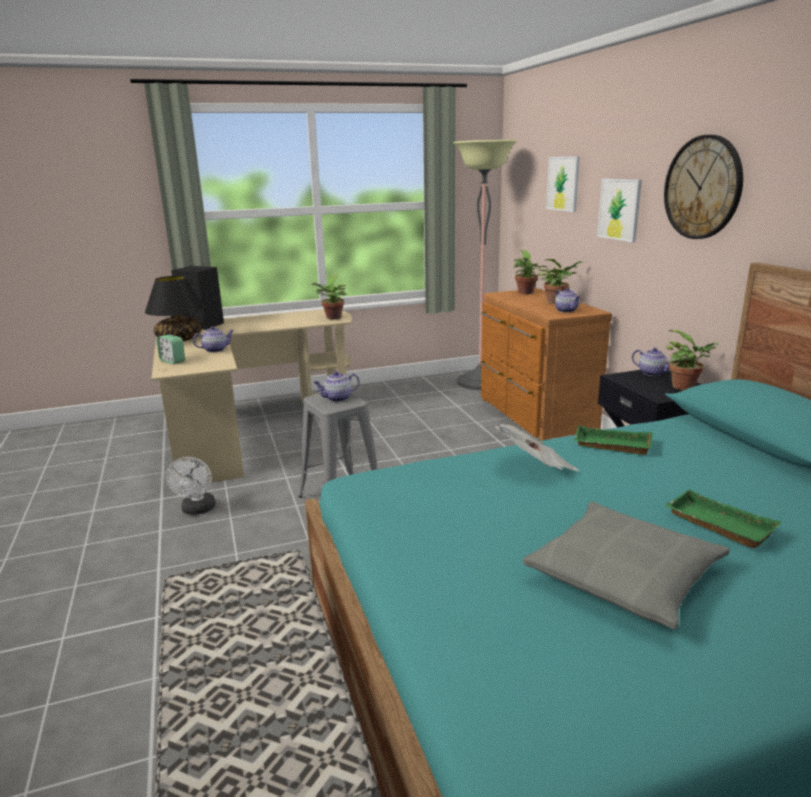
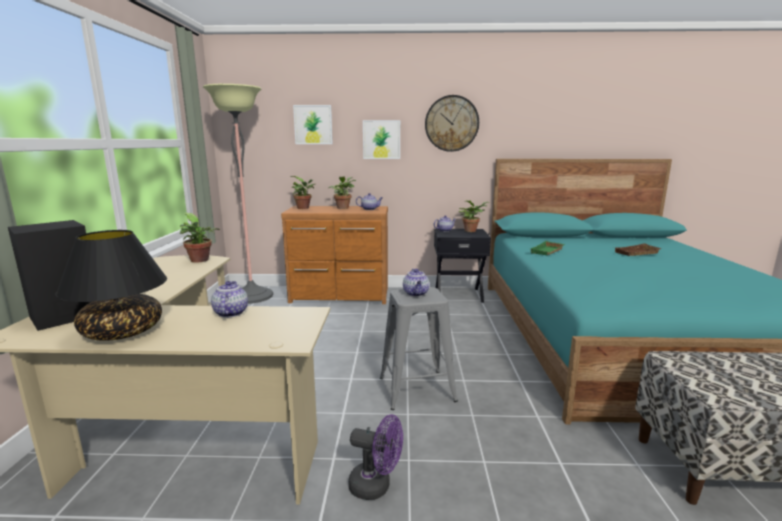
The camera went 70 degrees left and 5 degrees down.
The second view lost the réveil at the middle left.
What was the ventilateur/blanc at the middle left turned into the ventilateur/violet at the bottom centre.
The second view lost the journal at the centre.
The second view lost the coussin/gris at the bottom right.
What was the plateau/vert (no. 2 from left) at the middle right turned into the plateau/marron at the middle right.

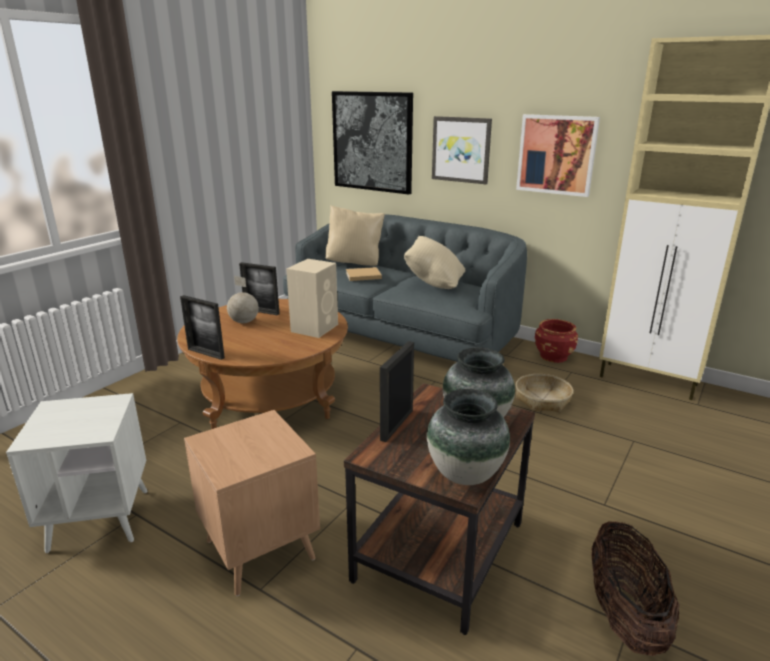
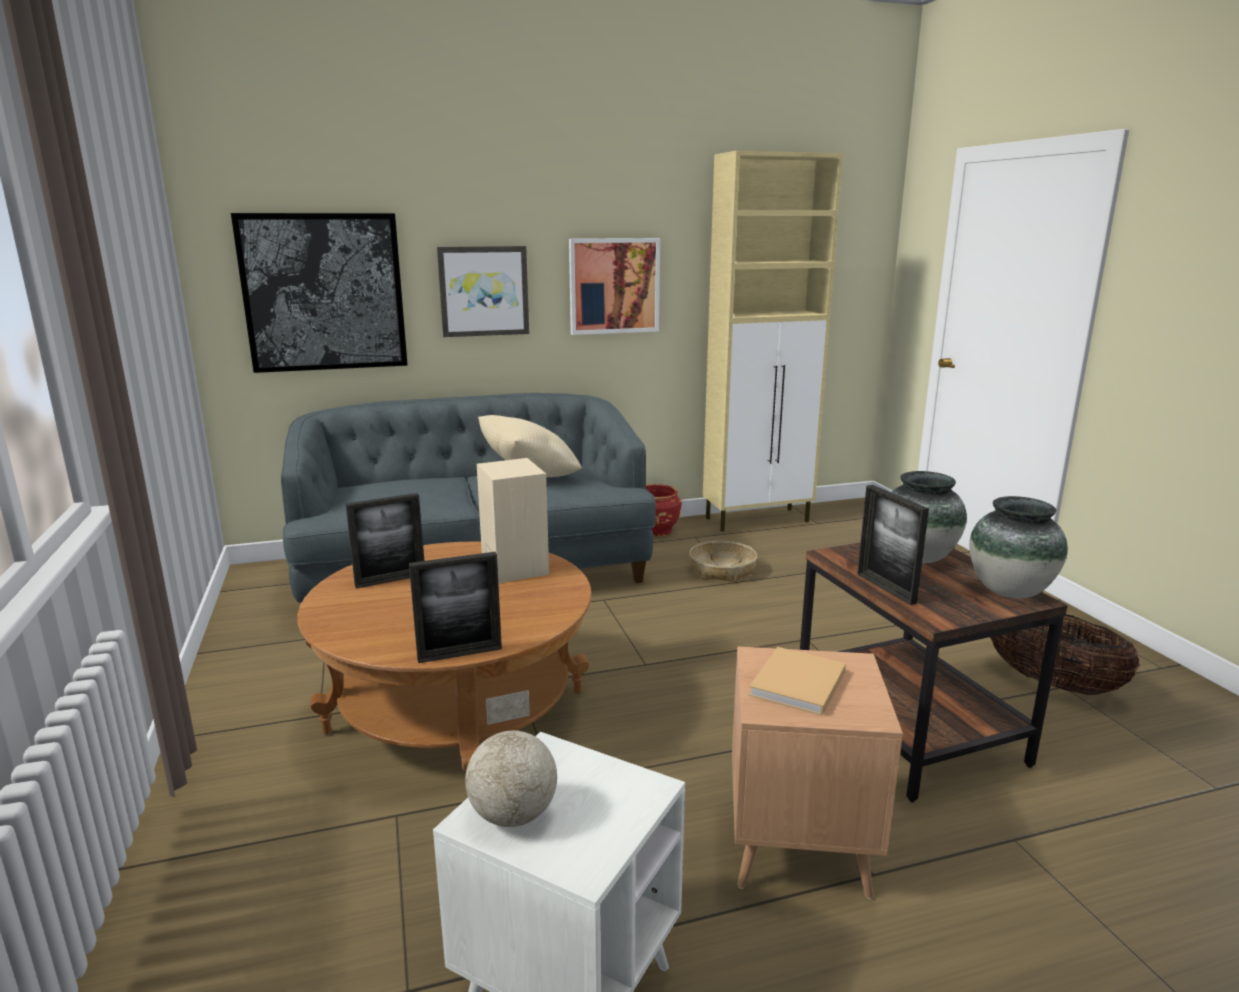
The camera went 50 degrees left and 5 degrees down.
The globe ended up elsewhere, having gone from the middle left to the bottom centre.
The second view lost the coussin/beige (no. 1 from left) at the centre.
The livre/beige ended up elsewhere, having gone from the centre to the bottom centre.

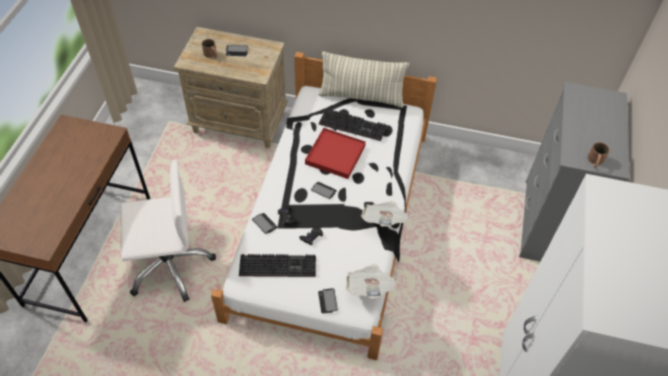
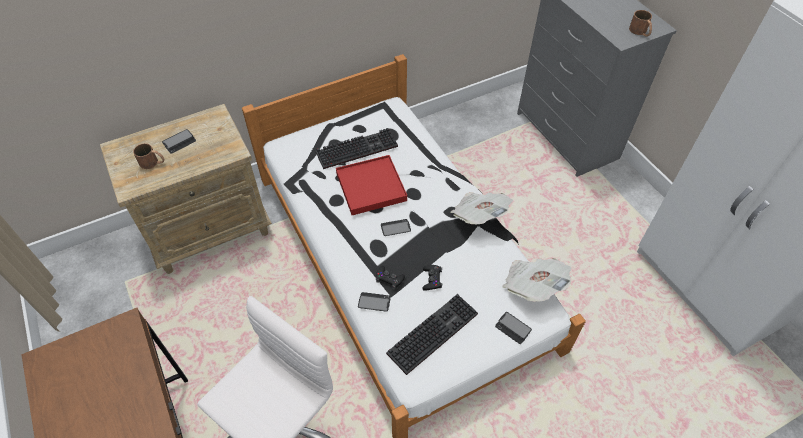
The camera went 40 degrees left and 0 degrees up.
The second view lost the coussin at the top centre.

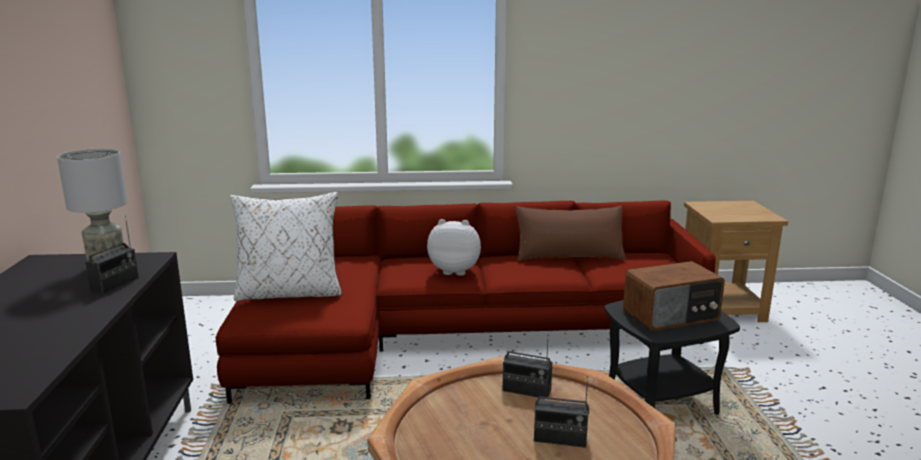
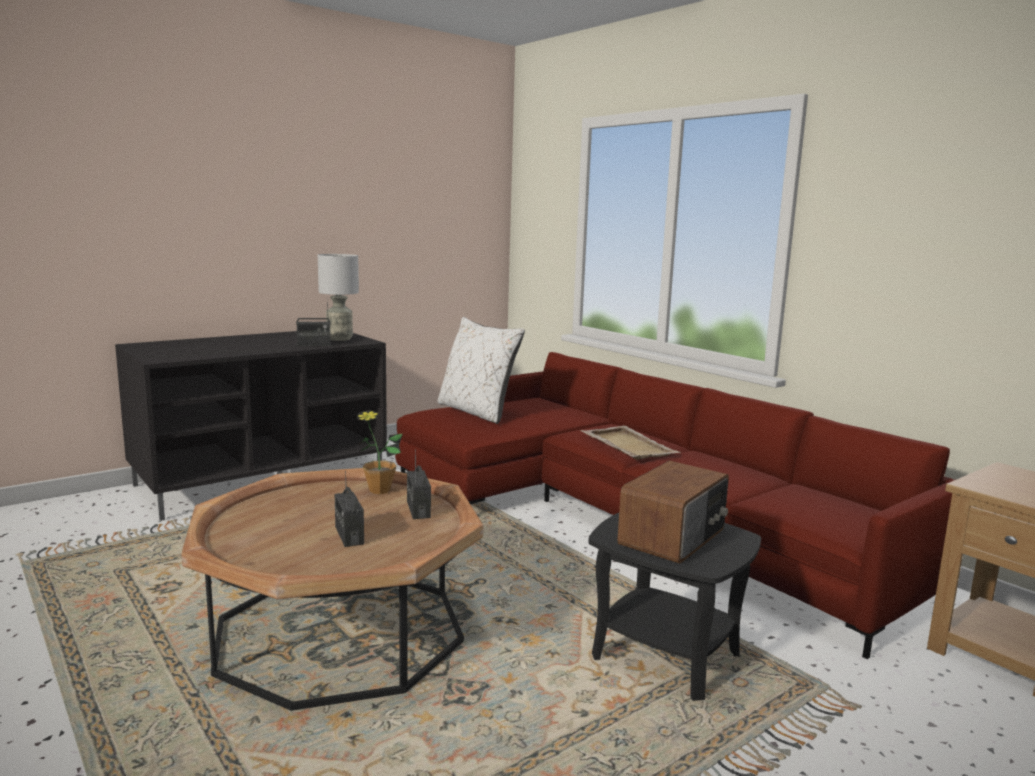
The camera went 55 degrees right and 5 degrees down.
Where the peluche stood at the centre, the plateau/beige came to stand at the centre.
The second view lost the coussin/marron at the centre.
The radio (no. 4 from left) at the middle right ended up facing another way, 90 degrees counterclockwise from before.
The second view gained the plante en pot at the centre.

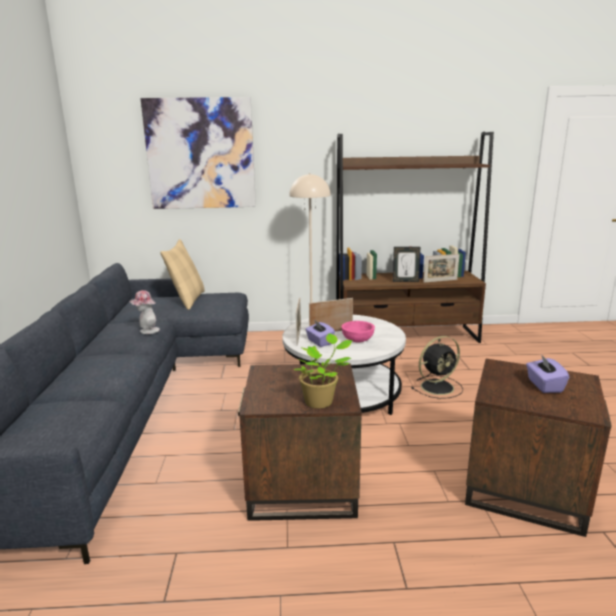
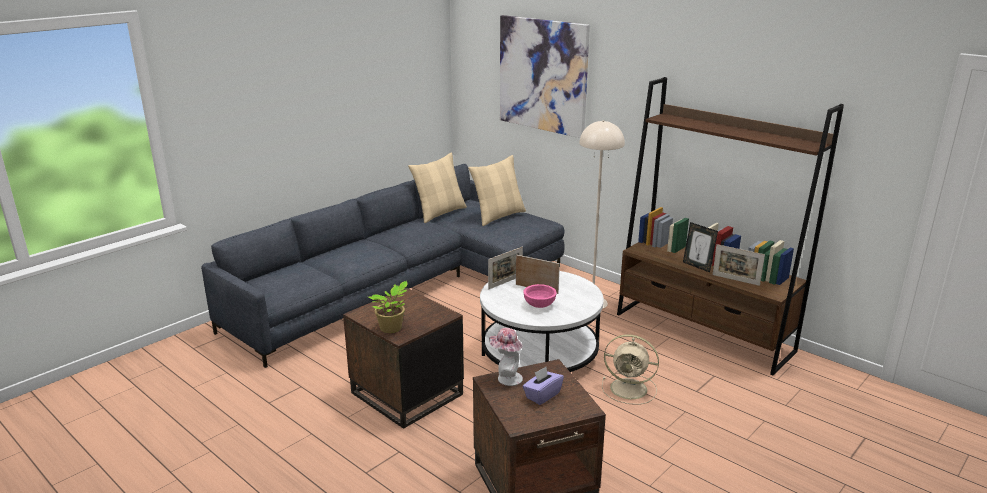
The camera went 45 degrees right and 5 degrees up.
The chapeau ended up elsewhere, having gone from the middle left to the bottom centre.
The second view lost the boîte à mouchoirs/violet (no. 1 from left) at the centre.
What was the ventilateur/noir at the middle right turned into the ventilateur/beige at the bottom centre.
The second view gained the coussin/beige (no. 1 from left) at the centre.

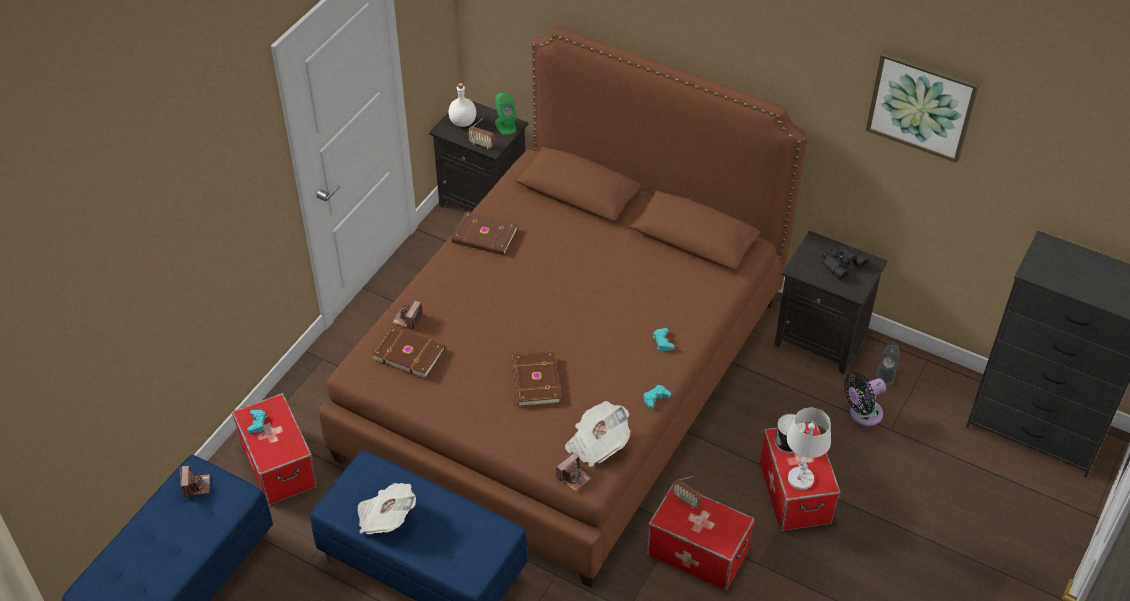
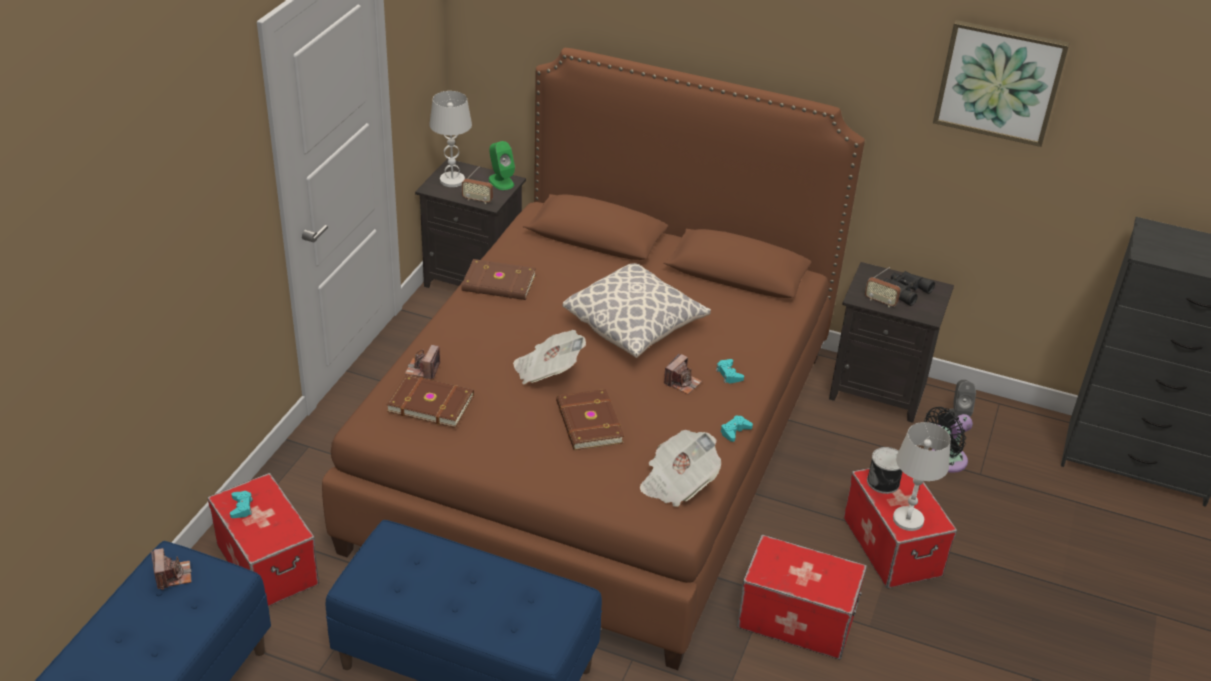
The camera went 10 degrees left and 10 degrees down.
The journal (no. 1 from left) ended up elsewhere, having gone from the bottom centre to the centre.
Where the bouteille/blanc stood at the top centre, the lampe de table/blanc (no. 1 from left) came to stand at the top centre.
The appareil photo (no. 3 from left) ended up elsewhere, having gone from the bottom centre to the centre.
The radio (no. 2 from left) ended up elsewhere, having gone from the bottom centre to the middle right.
The second view gained the coussin at the centre.

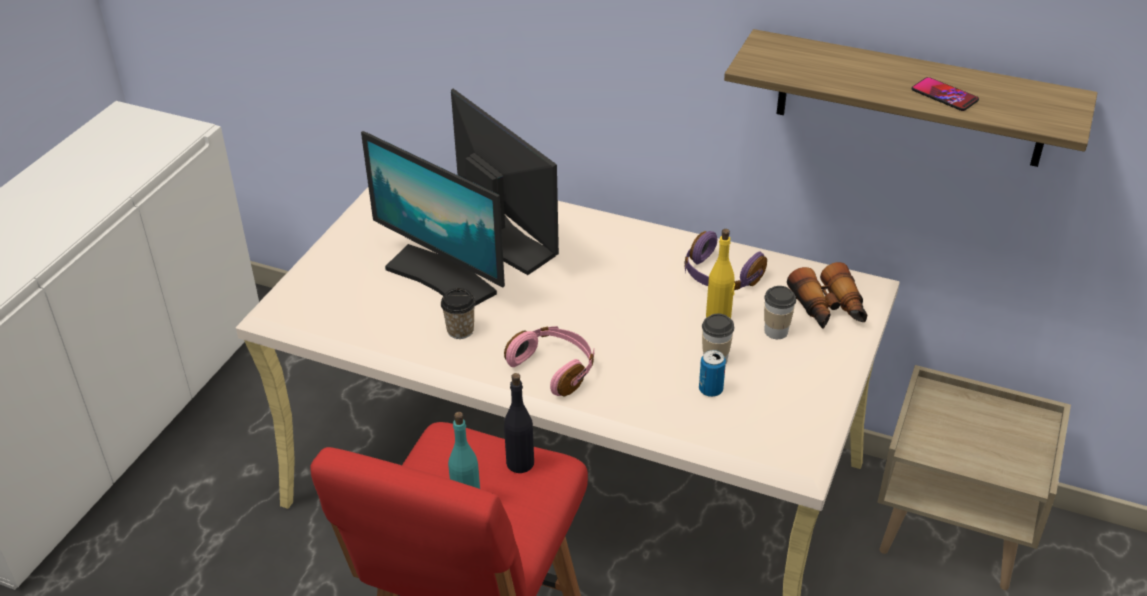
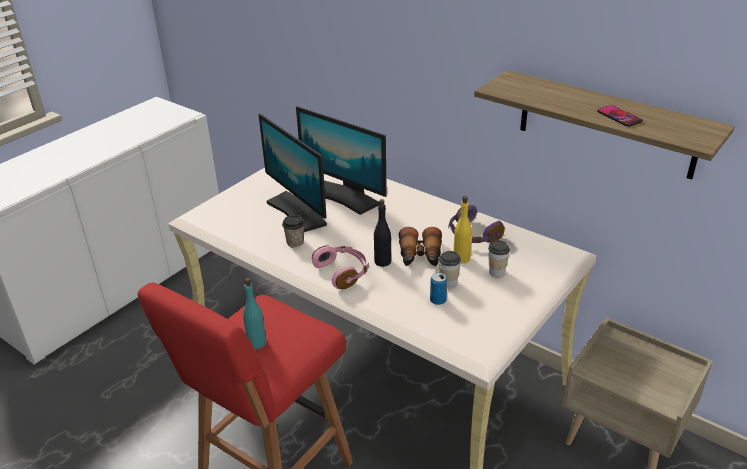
The camera went 15 degrees right and 5 degrees down.
The écran d'ordinateur (no. 2 from left) at the top centre ended up facing another way, 150 degrees clockwise from before.
The bouteille/noir ended up elsewhere, having gone from the bottom centre to the centre.
The jumelles ended up elsewhere, having gone from the middle right to the centre.

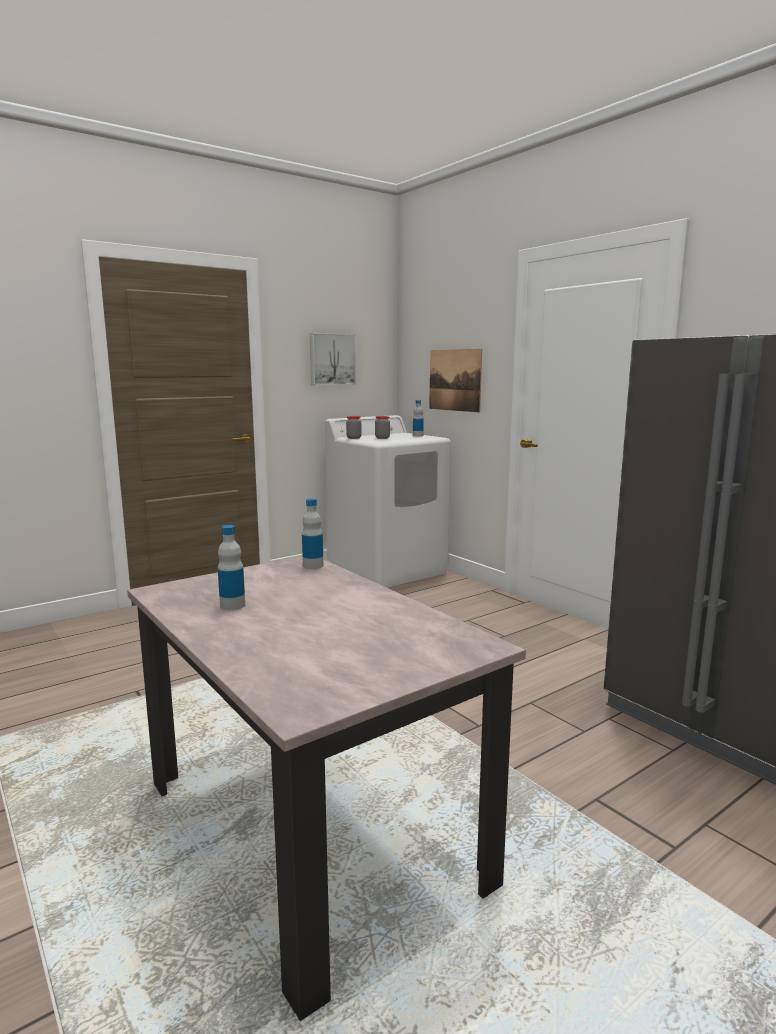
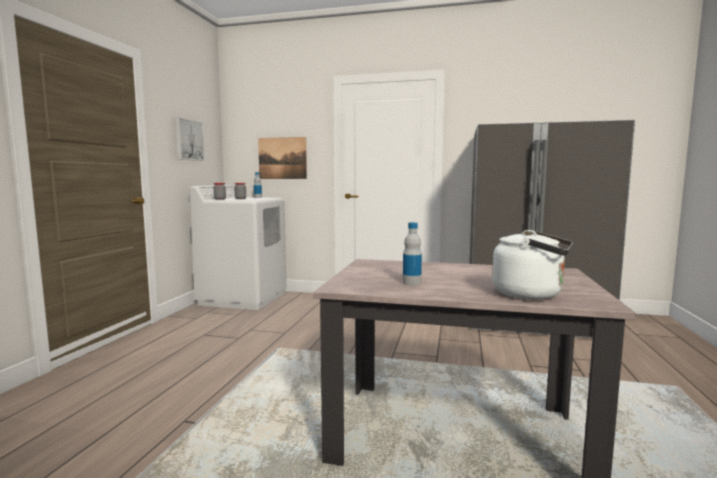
The camera went 40 degrees left and 5 degrees down.
The second view lost the bouteille (no. 2 from left) at the centre.
The second view gained the bouilloire/blanc at the middle right.

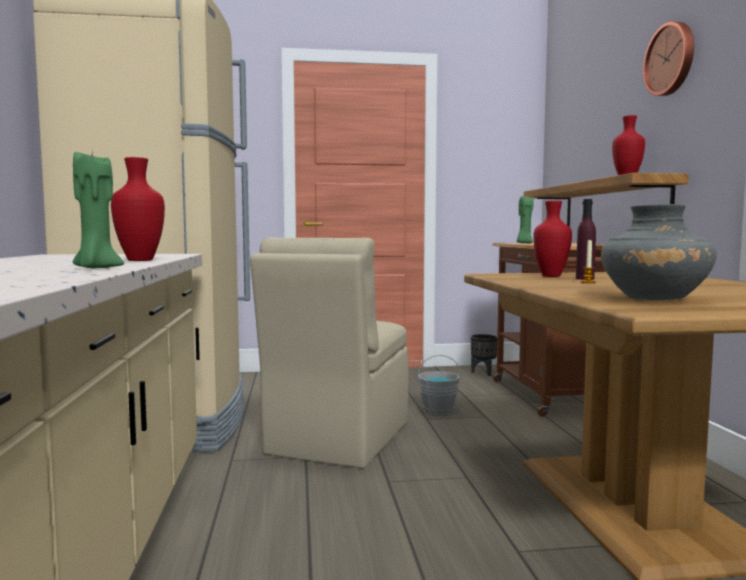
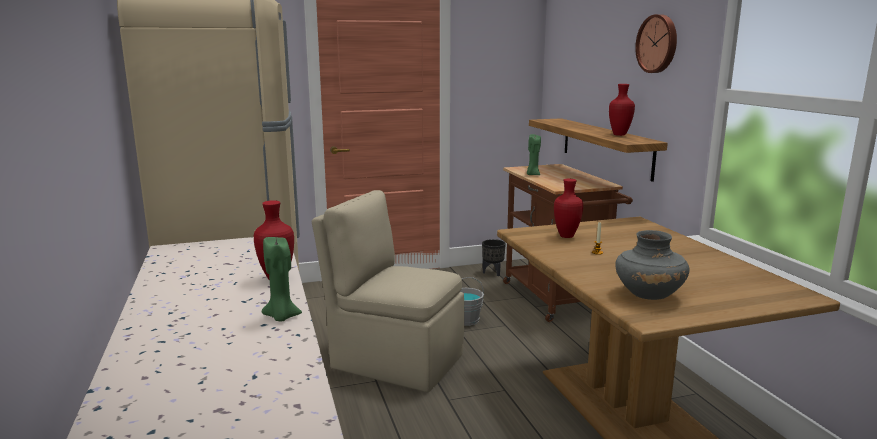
The camera went 10 degrees left and 10 degrees up.
The chaise/beige at the centre ended up facing another way, 105 degrees clockwise from before.
The second view lost the bouteille/violet at the middle right.

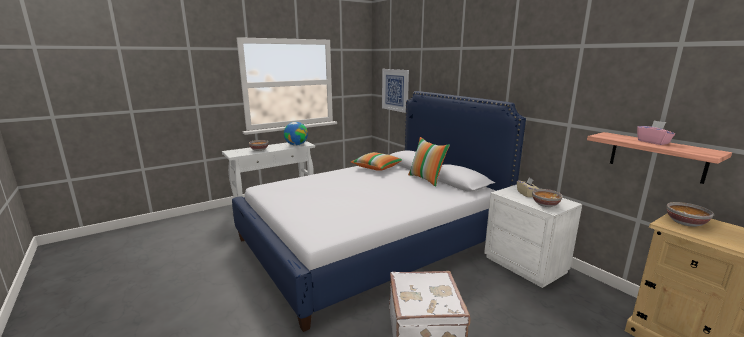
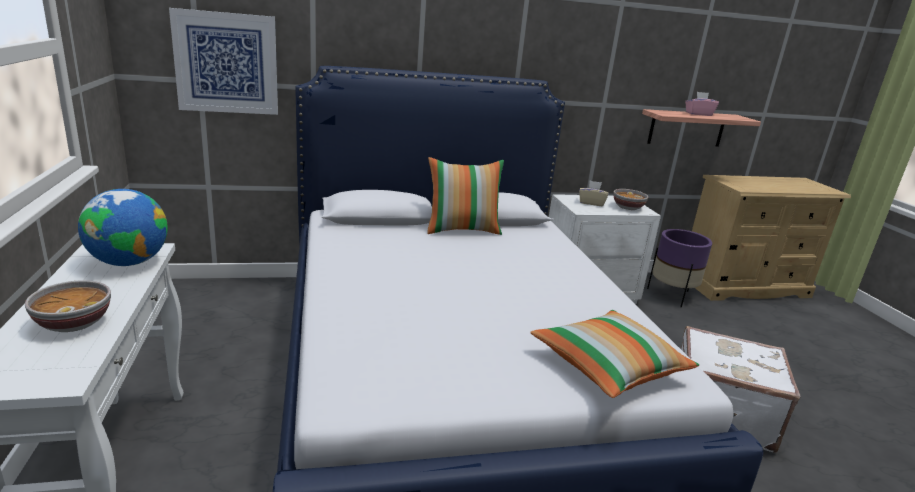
The camera went 70 degrees left and 5 degrees up.
The coussin (no. 1 from left in the first image) ended up elsewhere, having gone from the centre to the bottom right.
The second view lost the bol (no. 3 from left) at the middle right.
The second view gained the cache-pot/violet at the middle right.

